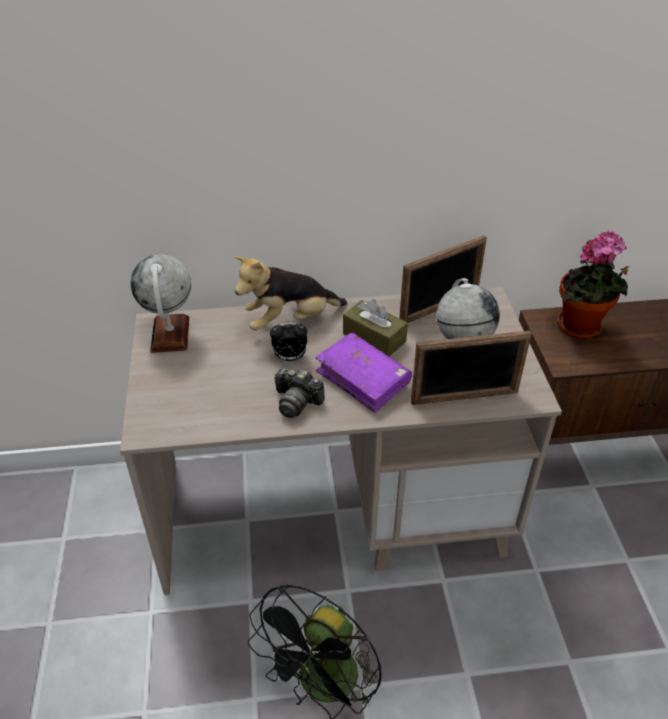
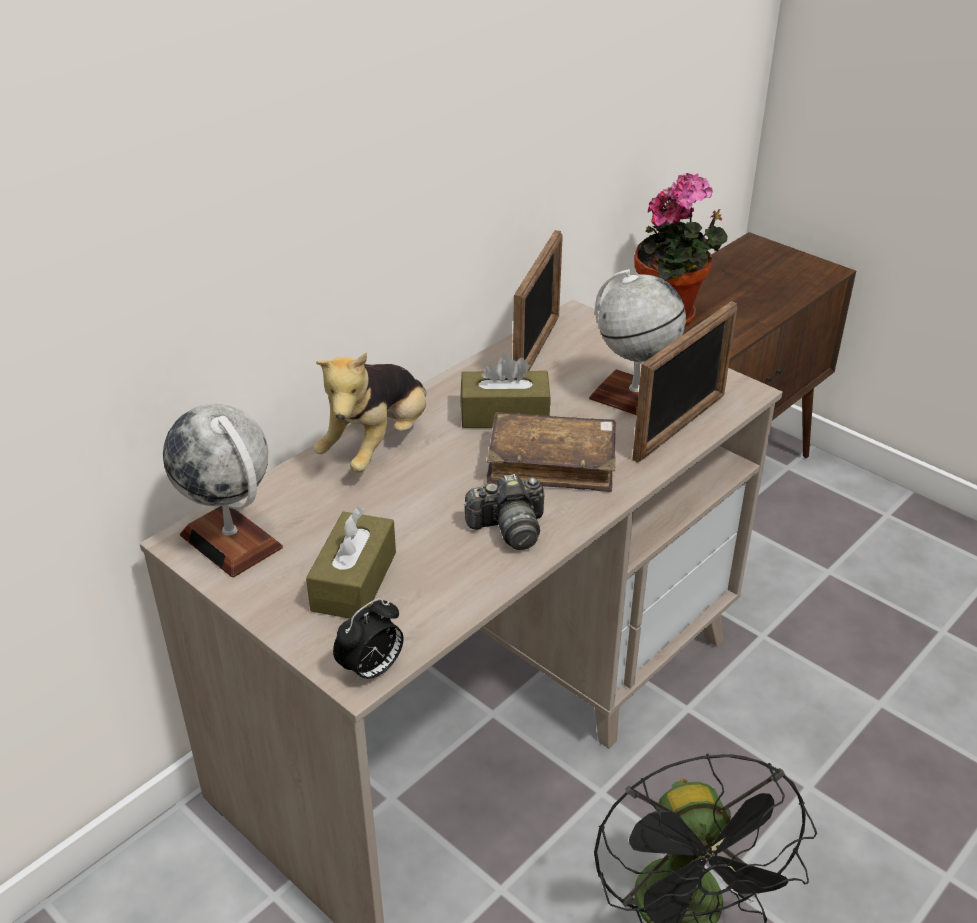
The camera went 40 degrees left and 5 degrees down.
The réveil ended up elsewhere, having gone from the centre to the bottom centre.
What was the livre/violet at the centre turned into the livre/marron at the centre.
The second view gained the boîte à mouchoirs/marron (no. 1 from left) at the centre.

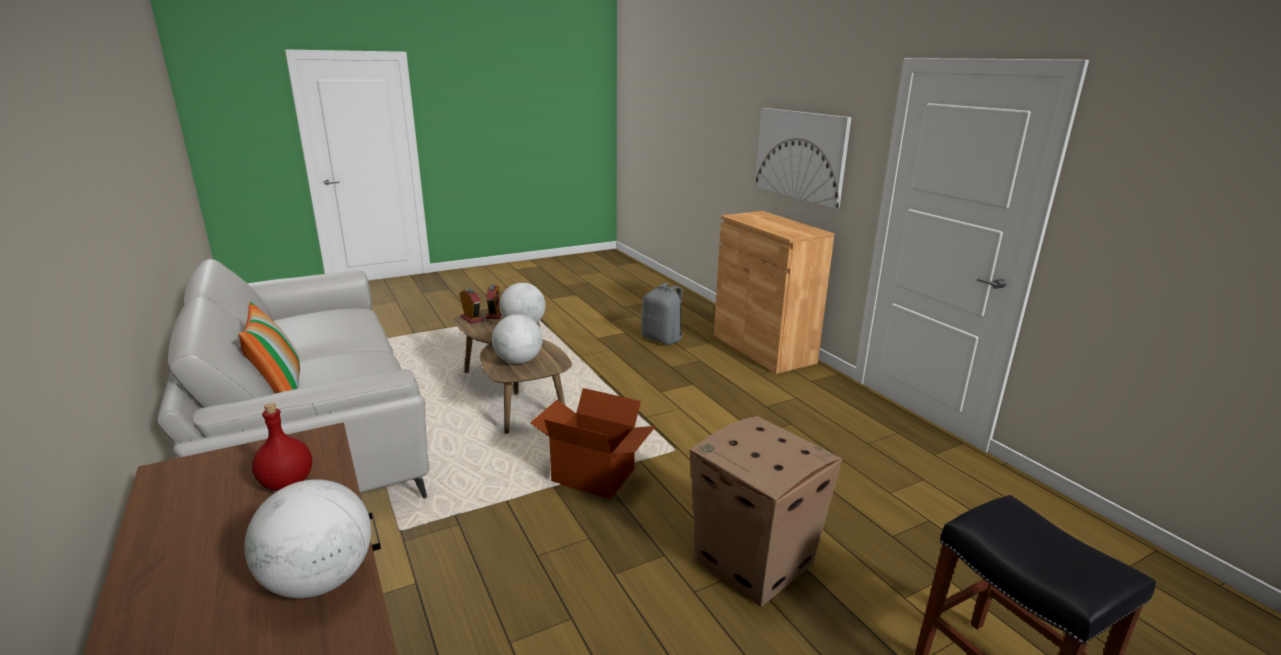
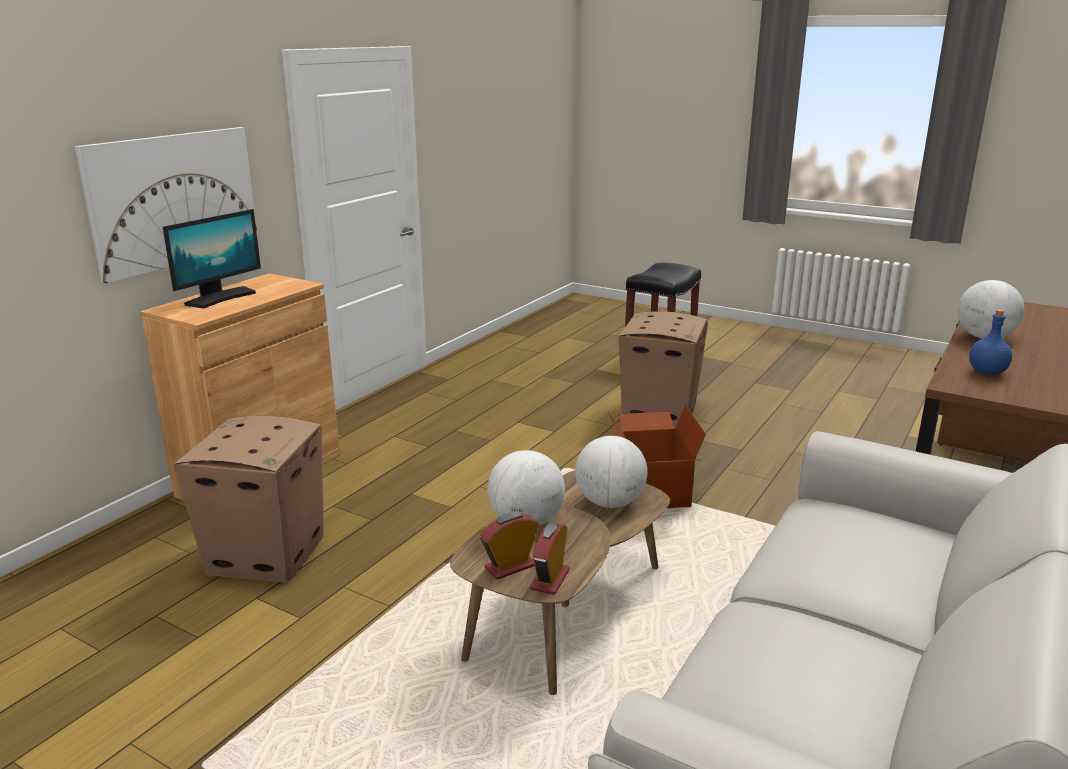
The camera went 120 degrees left and 0 degrees up.
The second view lost the coussin at the middle left.
What was the bouteille/rouge at the bottom left turned into the bouteille/bleu at the middle right.
Where the sac à dos/gris stood at the centre, the carton (no. 1 from left) came to stand at the middle left.
The second view gained the écran d'ordinateur at the middle left.

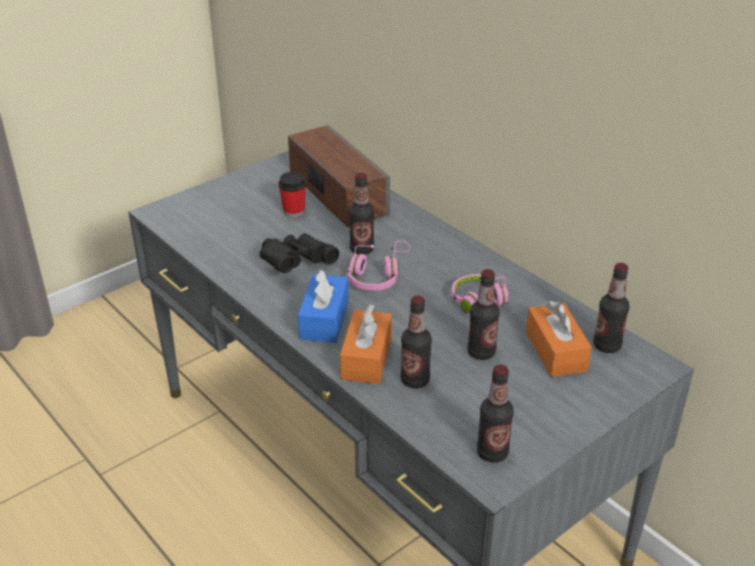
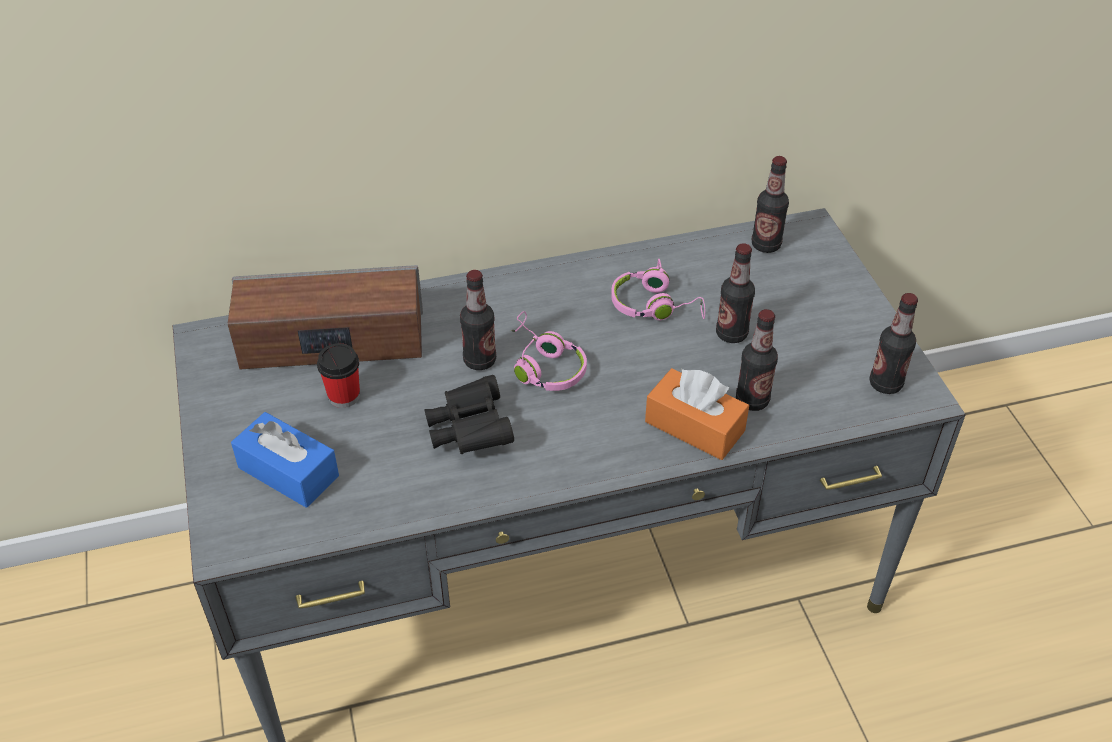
The camera went 65 degrees left and 10 degrees up.
The boîte à mouchoirs/bleu ended up elsewhere, having gone from the centre to the middle left.
The second view lost the boîte à mouchoirs/orange (no. 2 from left) at the middle right.

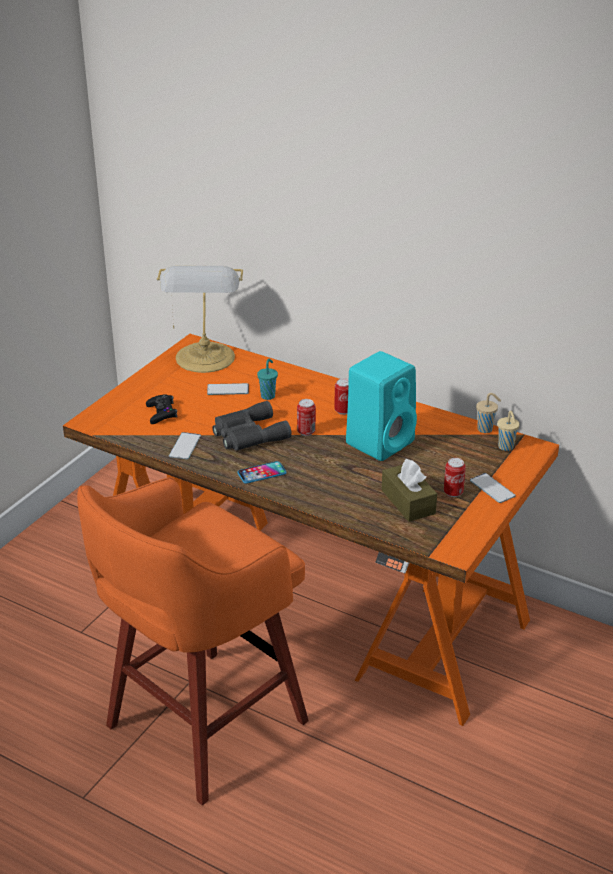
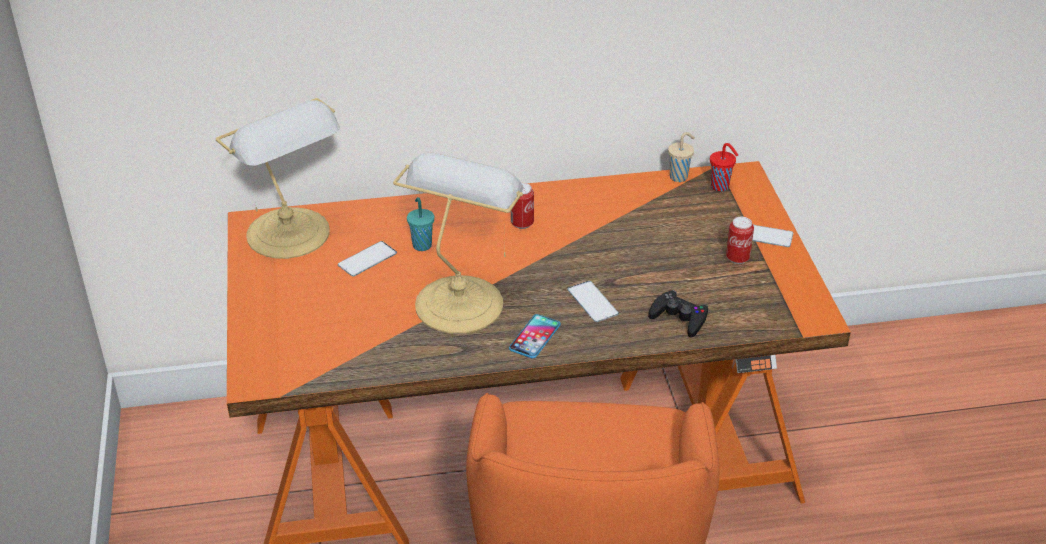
The camera went 40 degrees left and 5 degrees up.
The manette/noir ended up elsewhere, having gone from the middle left to the centre.
The téléphone (no. 1 from left in the first image) ended up elsewhere, having gone from the middle left to the centre.
Where the jumelles/gris stood at the centre, the lampe de table (no. 2 from left) came to stand at the centre.
The second view lost the boîte métallique (no. 1 from left) at the centre.
The second view lost the enceinte/turquoise at the centre.
The second view lost the boîte à mouchoirs/marron at the middle right.
What was the tasse/beige (no. 2 from left) at the middle right turned into the tasse/rouge at the top right.

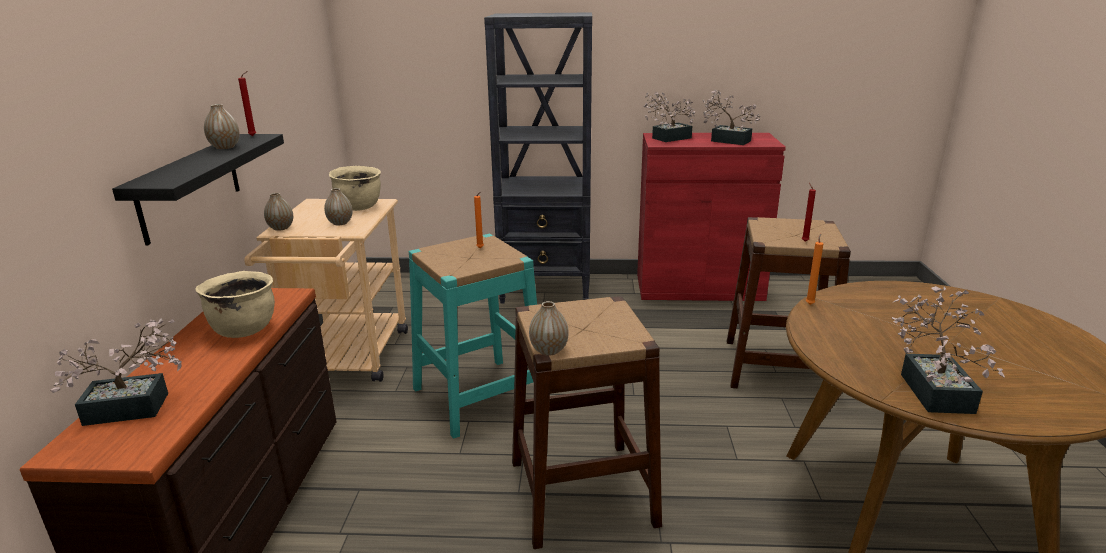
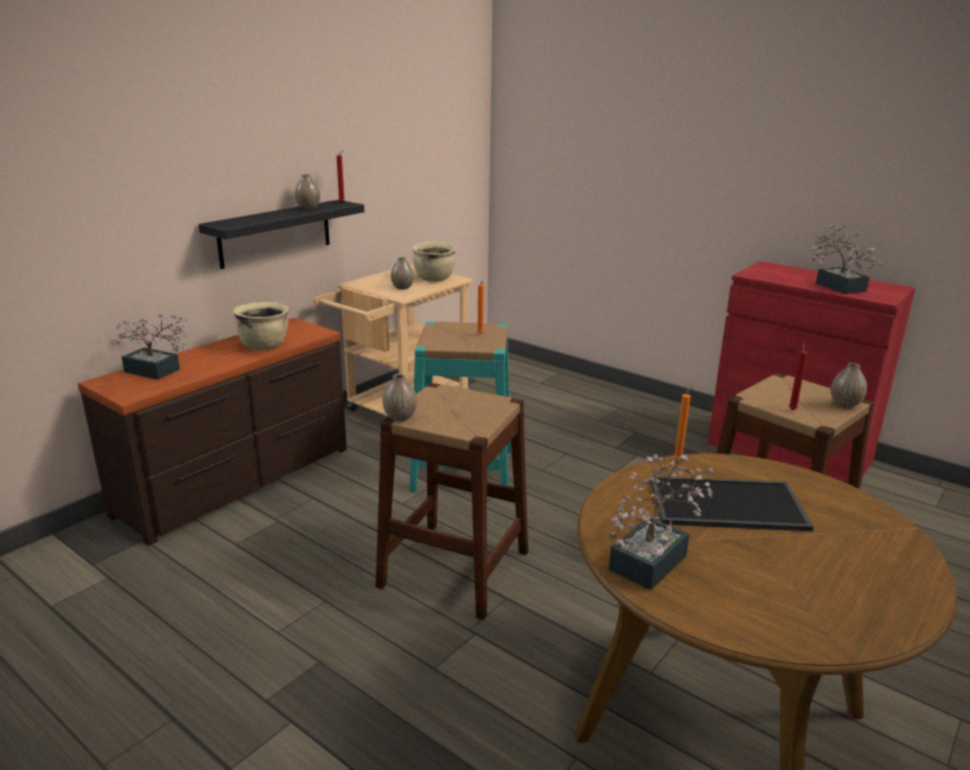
The camera went 35 degrees right and 0 degrees up.
The vase (no. 2 from left in the first image) ended up elsewhere, having gone from the middle left to the middle right.
The second view lost the bibliothèque/noir at the top centre.
The second view lost the plante en pot (no. 2 from left) at the top centre.
The second view gained the plateau at the middle right.

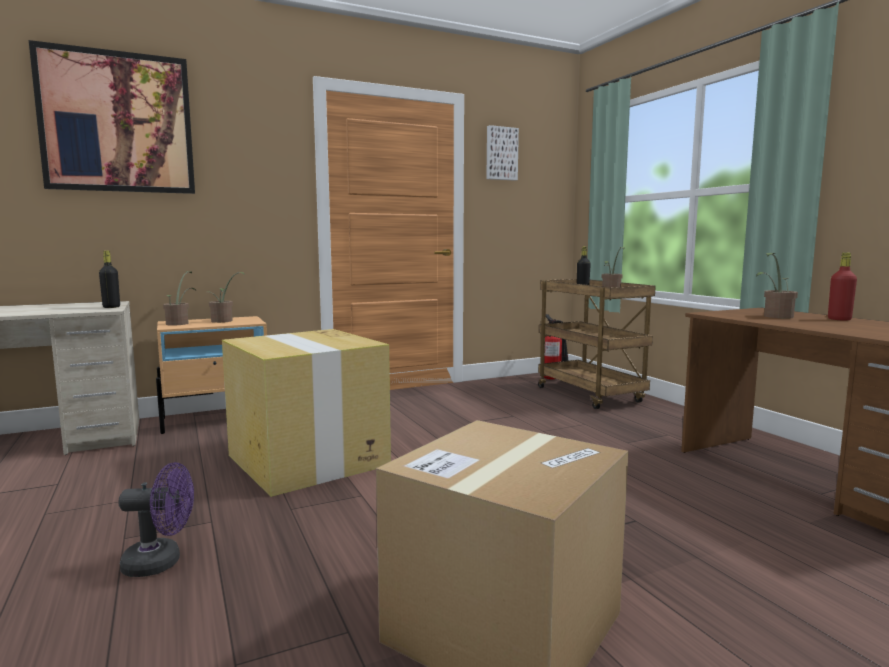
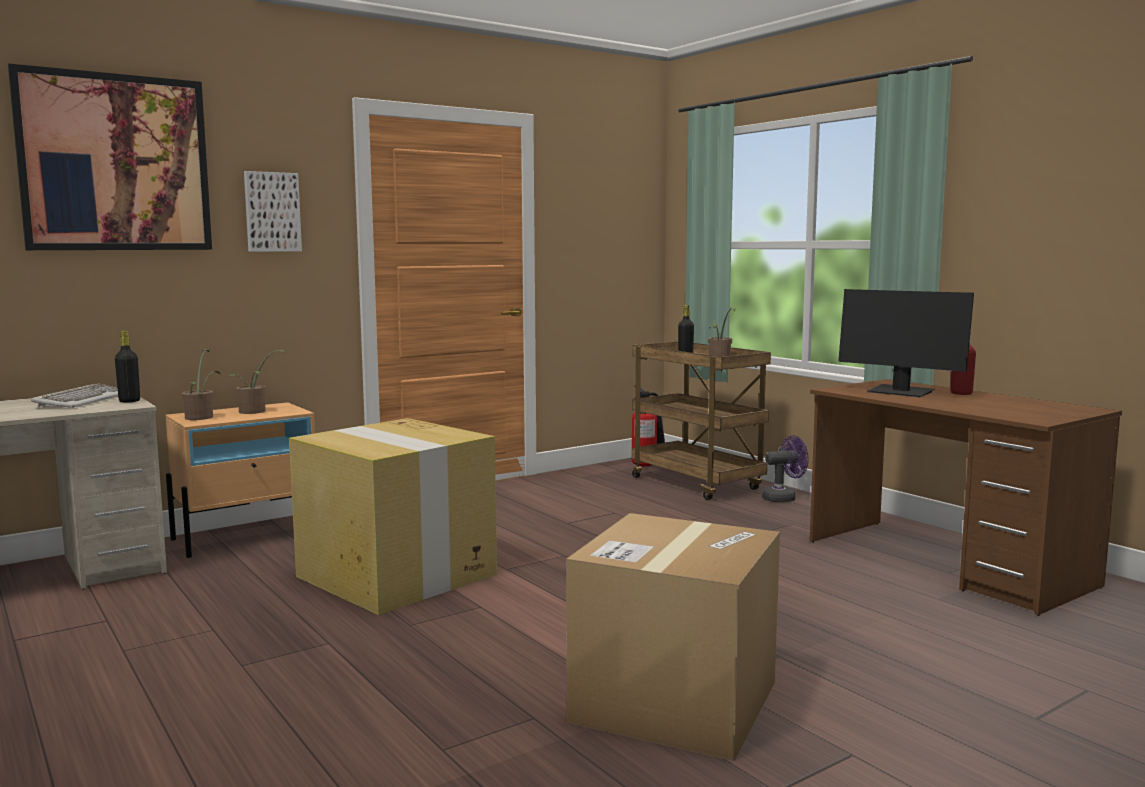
The camera went 10 degrees left and 0 degrees up.
The ventilateur/violet ended up elsewhere, having gone from the bottom left to the middle right.
The tableau (no. 2 from left) ended up elsewhere, having gone from the top centre to the top left.
Where the plante en pot (no. 4 from left) stood at the middle right, the écran d'ordinateur came to stand at the middle right.
The second view gained the clavier at the middle left.

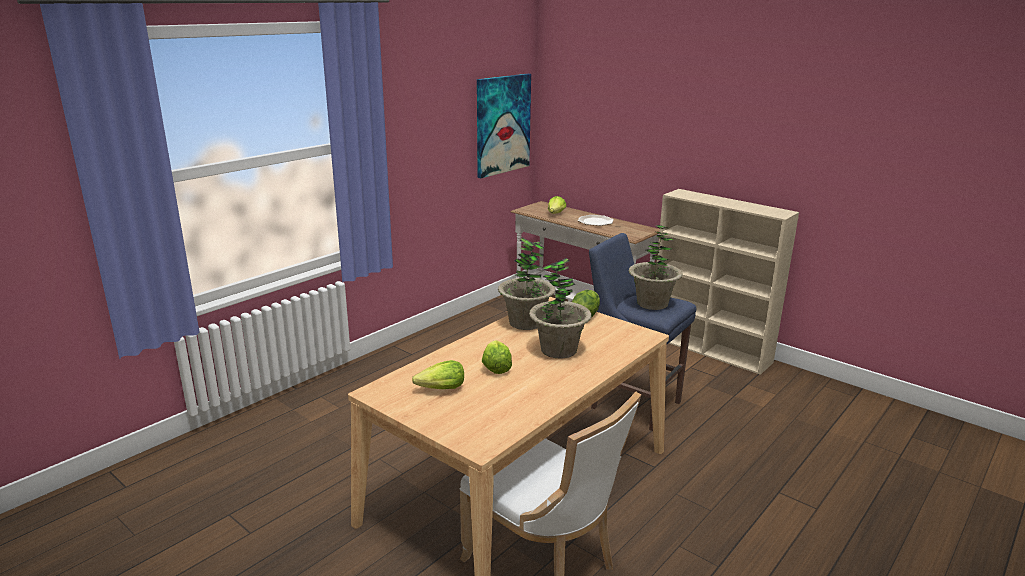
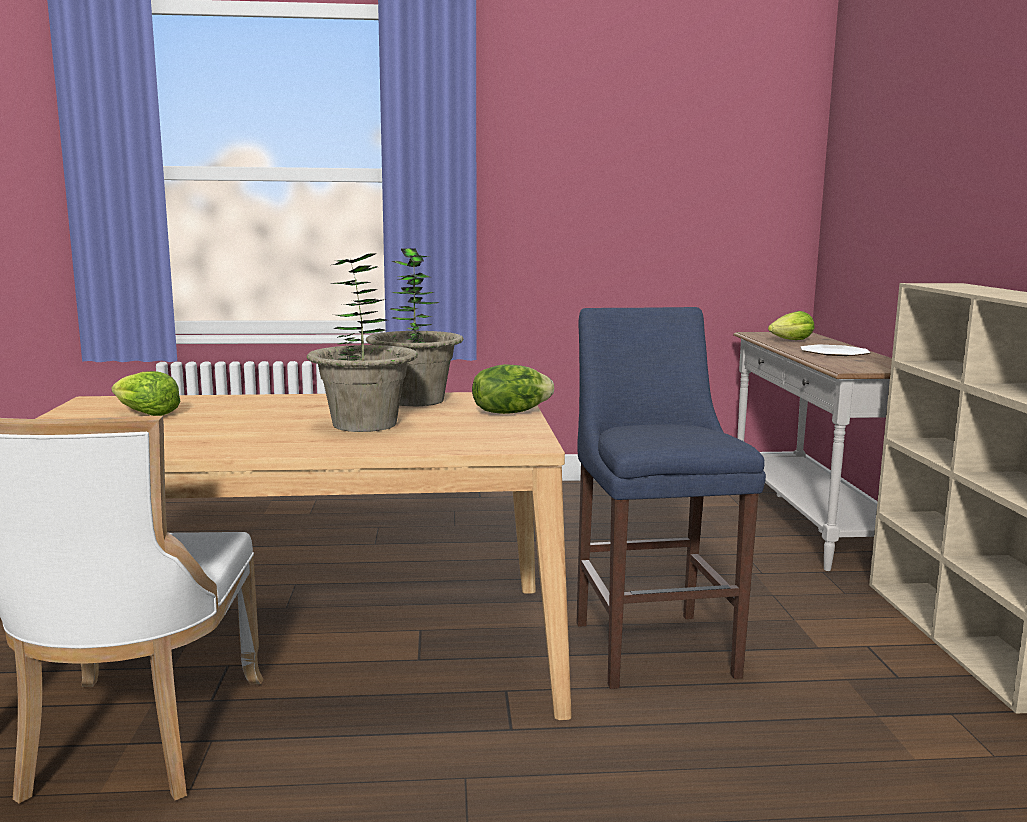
The camera went 45 degrees right and 10 degrees down.
The second view lost the tableau at the top centre.
The second view lost the laitue (no. 2 from left) at the centre.
The second view lost the plante en pot (no. 3 from left) at the centre.

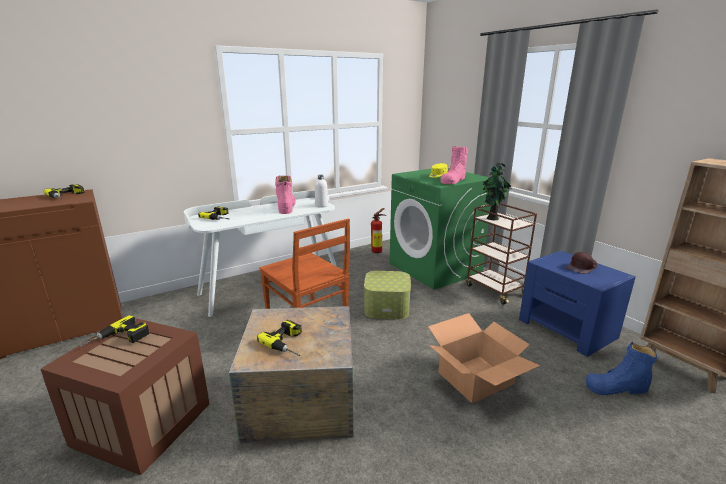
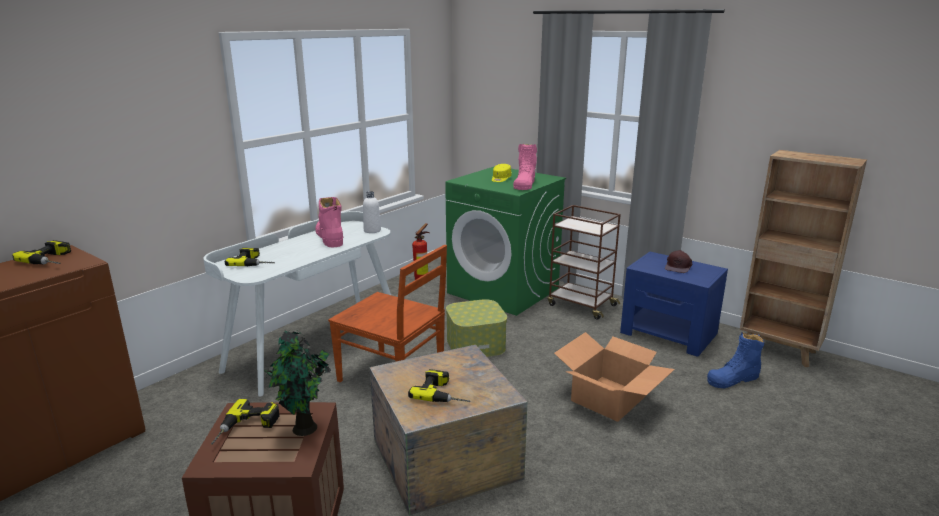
The camera went 20 degrees left and 0 degrees up.
The plante en pot ended up elsewhere, having gone from the middle right to the bottom left.

